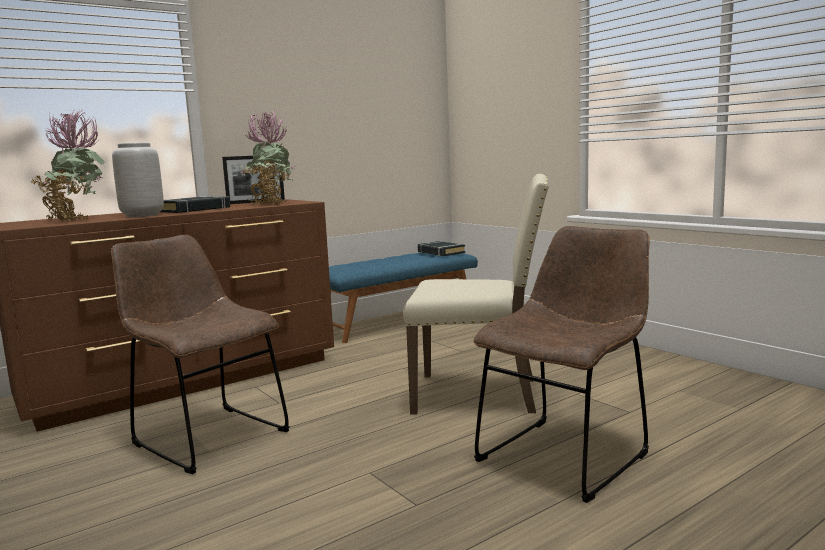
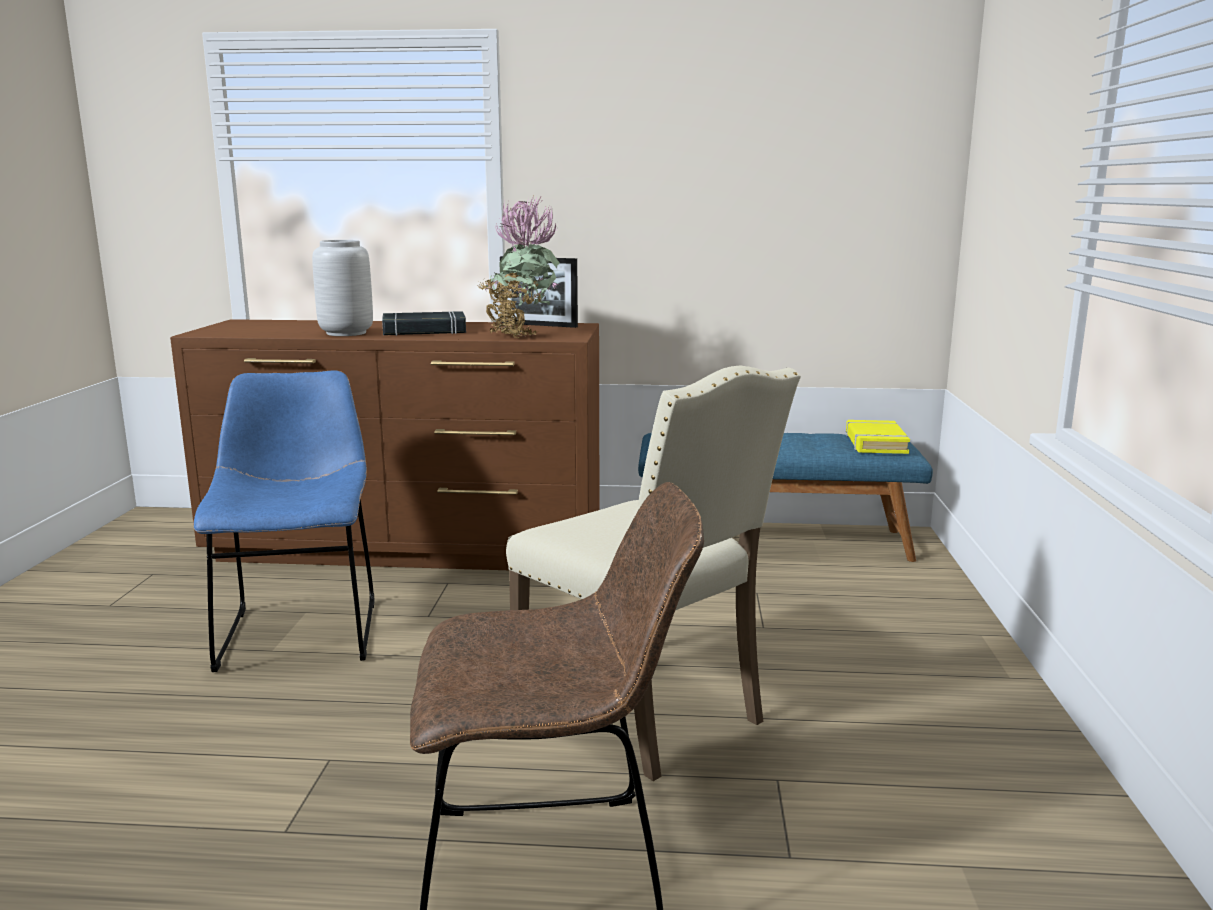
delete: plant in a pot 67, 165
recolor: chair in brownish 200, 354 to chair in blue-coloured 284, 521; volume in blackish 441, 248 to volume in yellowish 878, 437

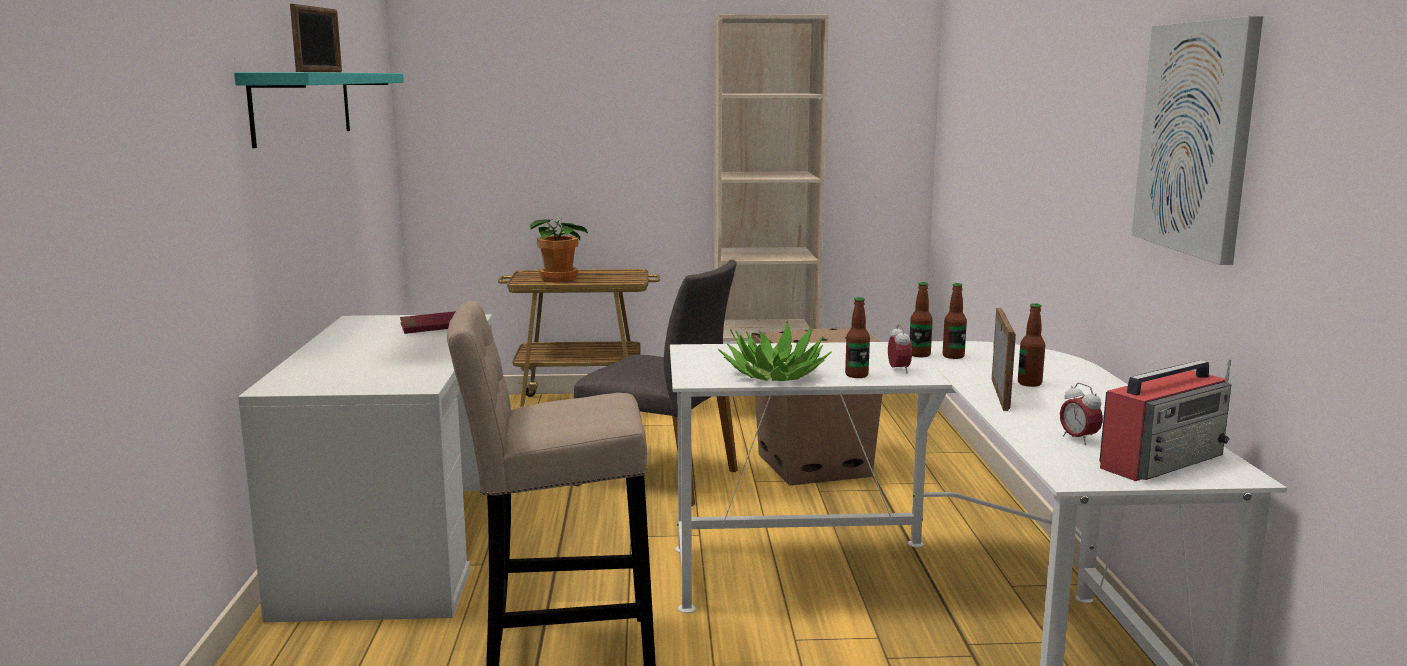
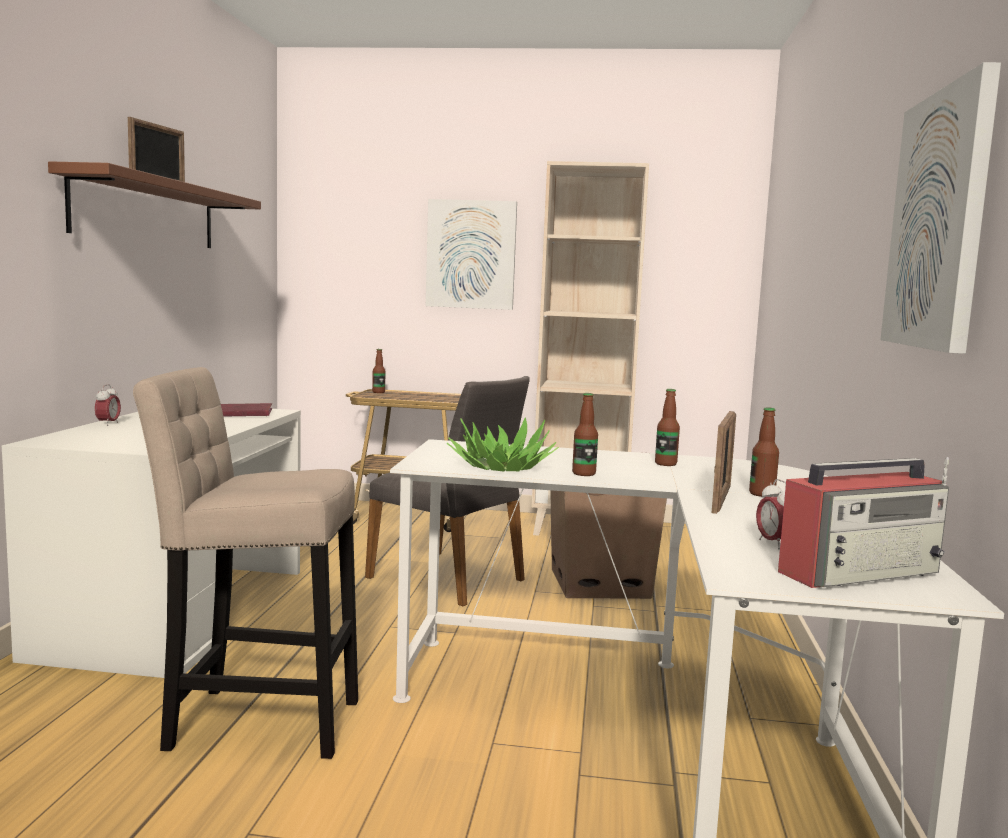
delete: plant in a pot 559, 250
insert: wall picture 471, 254
move: table clock 900, 349 to 108, 405; drink bottle 955, 321 to 378, 371
recolor: wall shelf in blue-green 319, 110 to wall shelf in brownish 154, 204

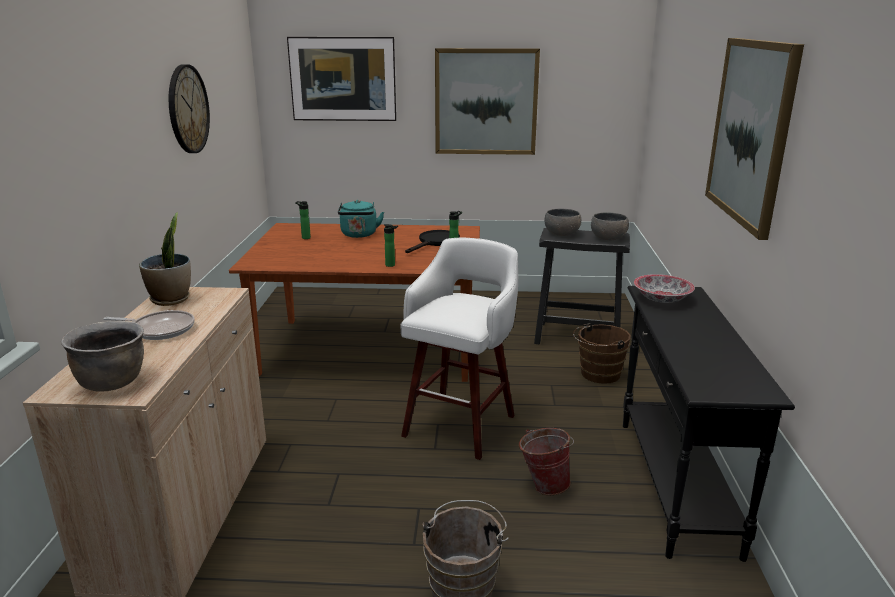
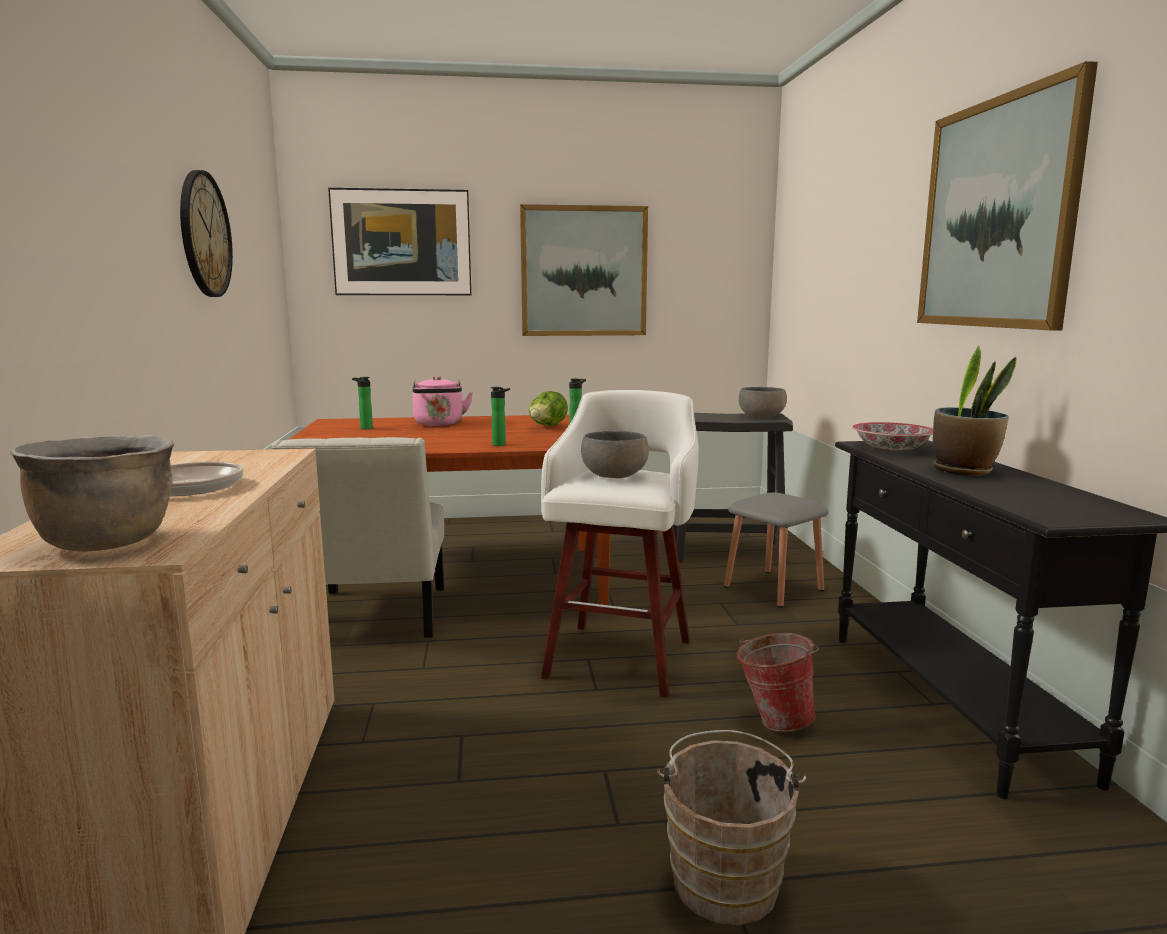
insert: chair in white 357, 537
move: plant in a pot 165, 259 to 975, 411; bowl in greyish 562, 222 to 615, 454
replace: frying pan in blackish 432, 241 to lettuce 548, 408; water bucket in brownish 602, 353 to stool in greyish 776, 550
recolor: tea kettle in blue-green 361, 219 to tea kettle in pink 442, 401

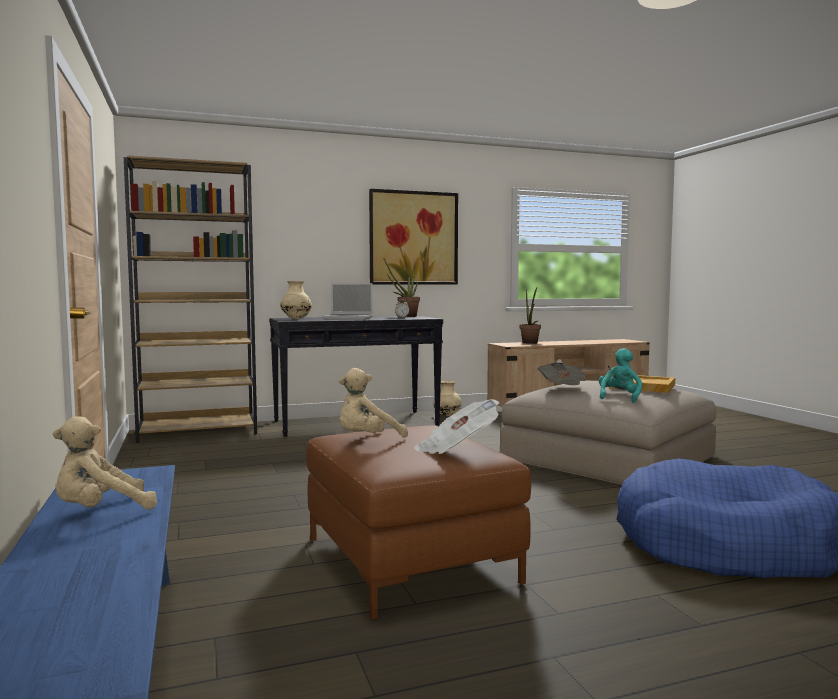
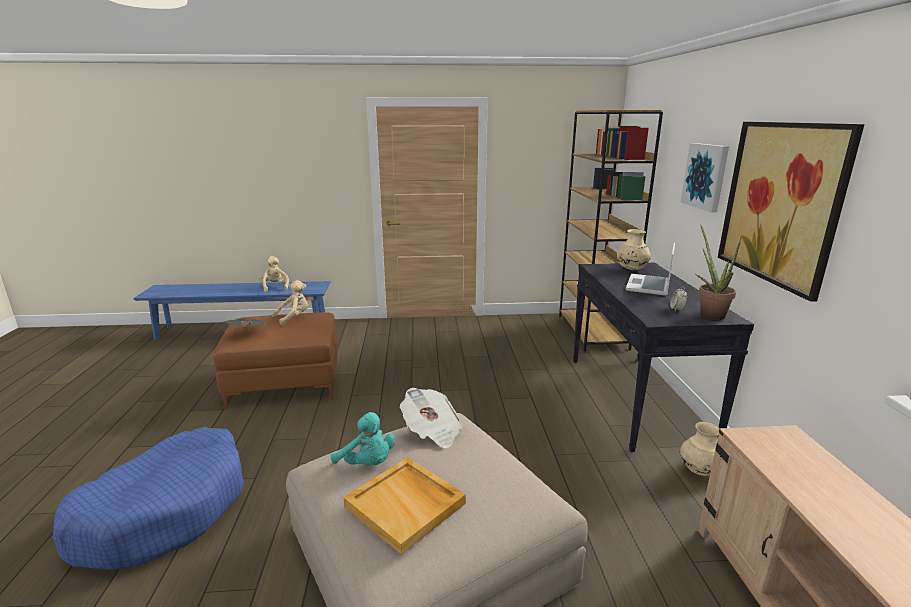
delete: plant in a pot 530, 316
insert: wall picture 705, 178
rotate: soft toy in beige 373, 403 = 290, 303 75 degrees clockwise

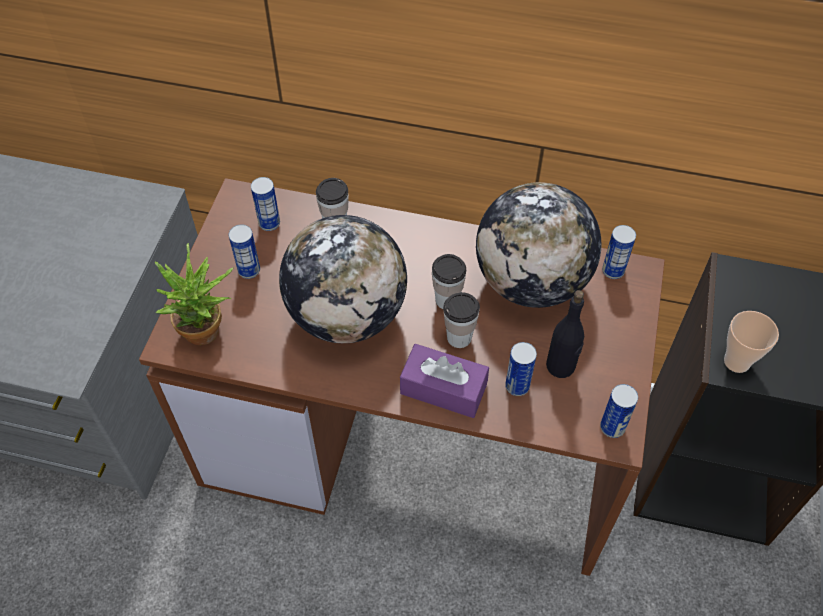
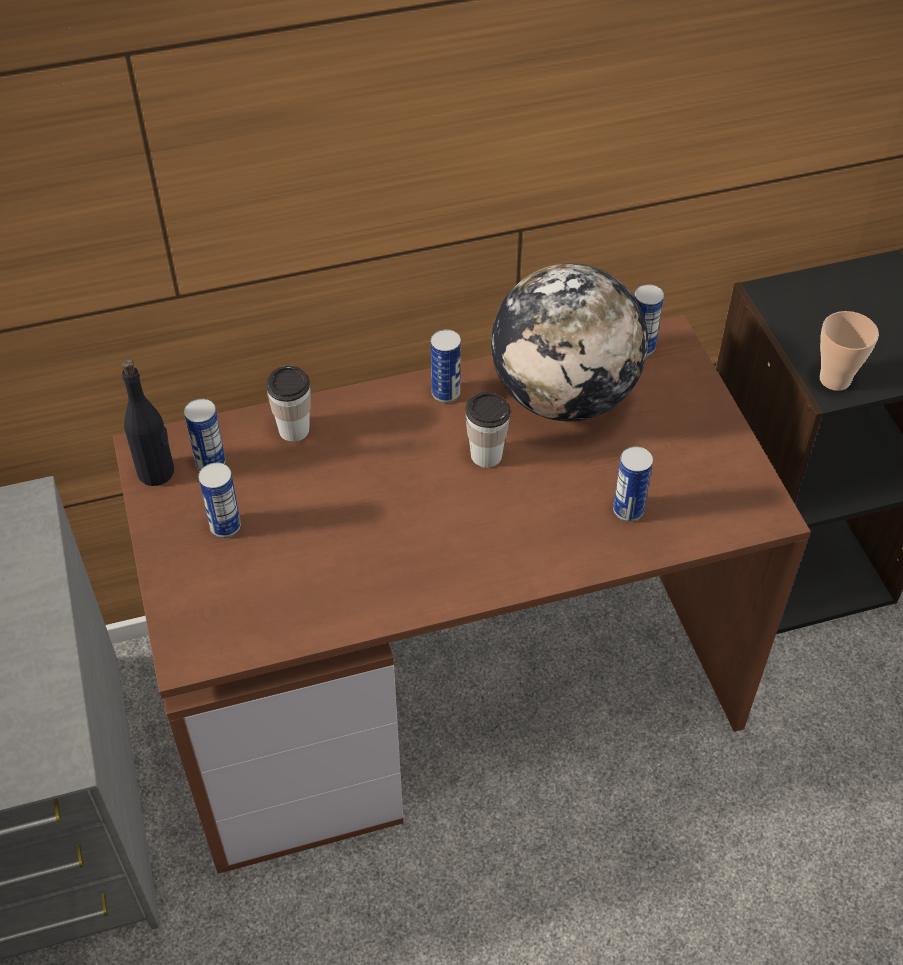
delete: plant in a pot 194, 294; world globe 343, 279; box of tissues in purple-coloured 444, 381; cup 461, 320
move: drink bottle in blackish 565, 334 to 147, 422; sealed can 619, 411 to 446, 366

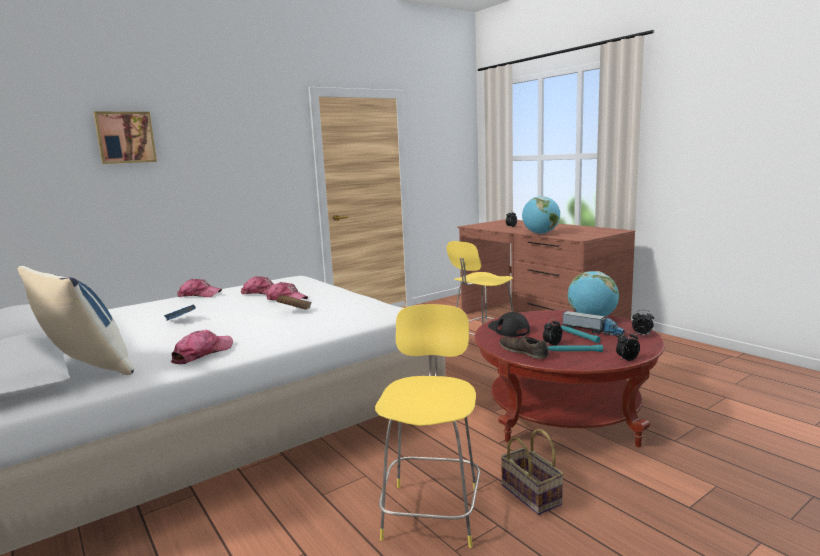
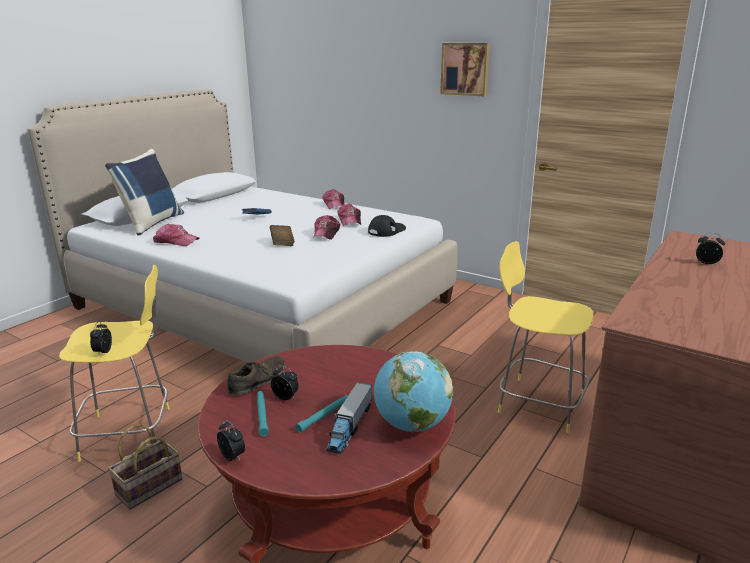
delete: world globe 541, 215
move: wall picture 125, 138 to 465, 69; peaked cap in blackish 509, 324 to 387, 226; table clock 643, 323 to 101, 337

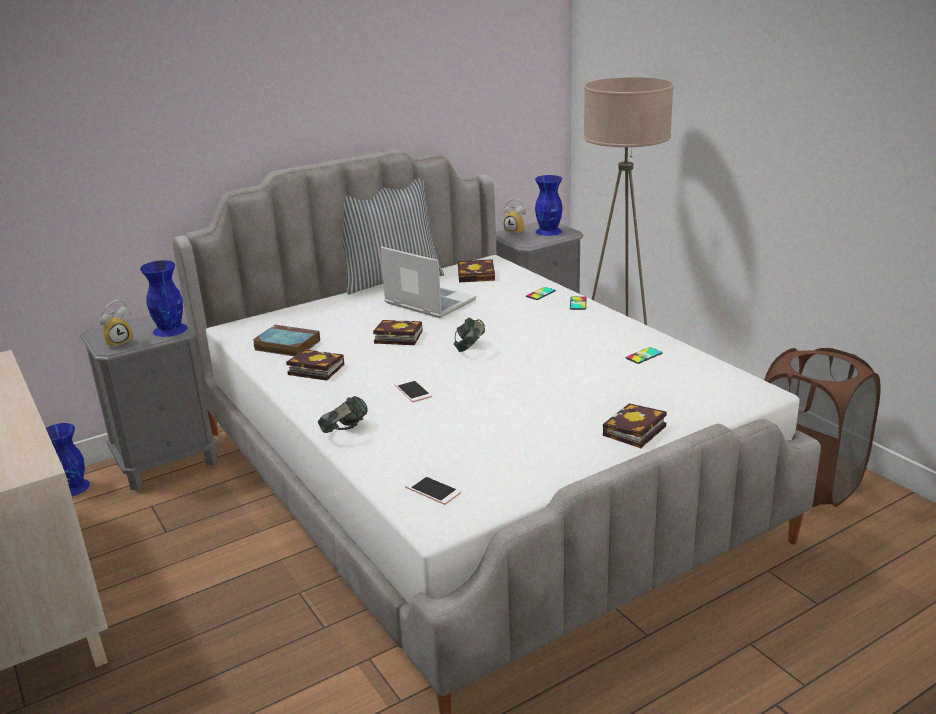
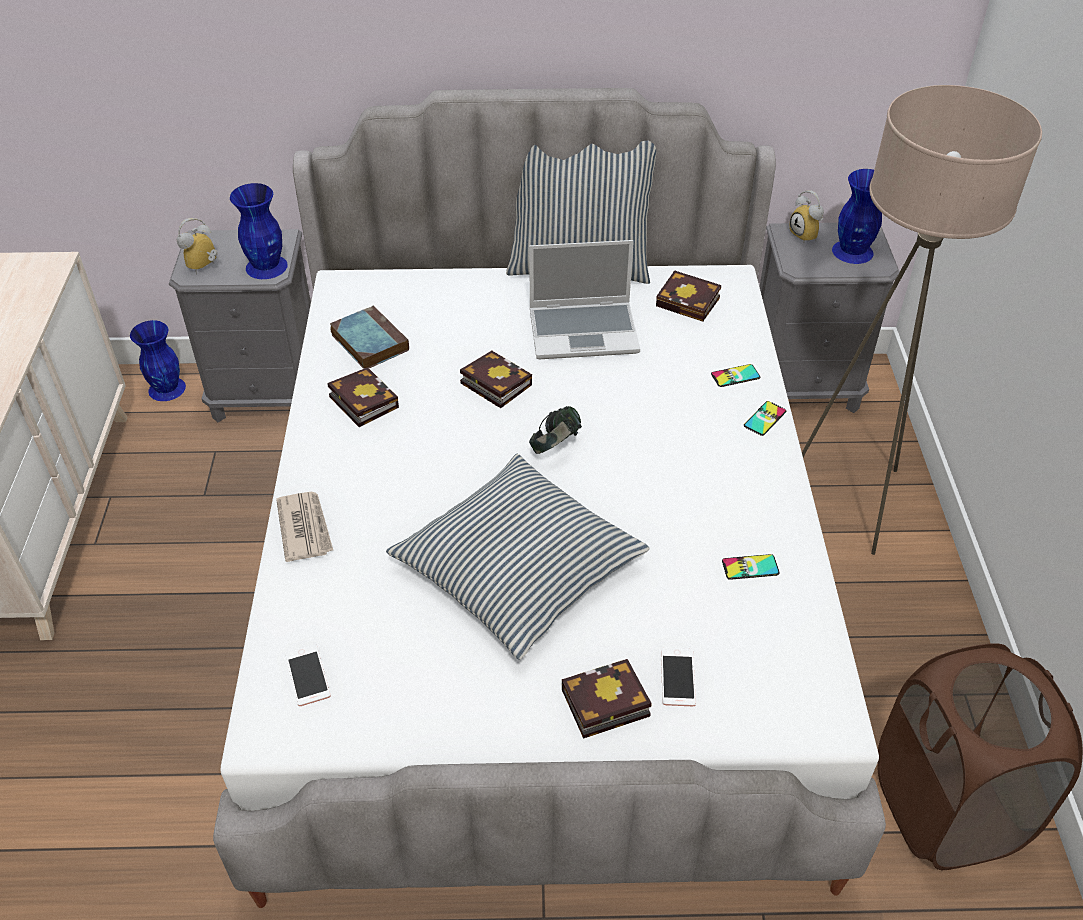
insert: throw pillow 517, 557
move: telephone 413, 390 to 678, 677
replace: headset 343, 414 to newspaper 304, 527
rotate: table clock 116, 324 = 197, 246 135 degrees clockwise; laptop 428, 282 = 584, 299 105 degrees clockwise

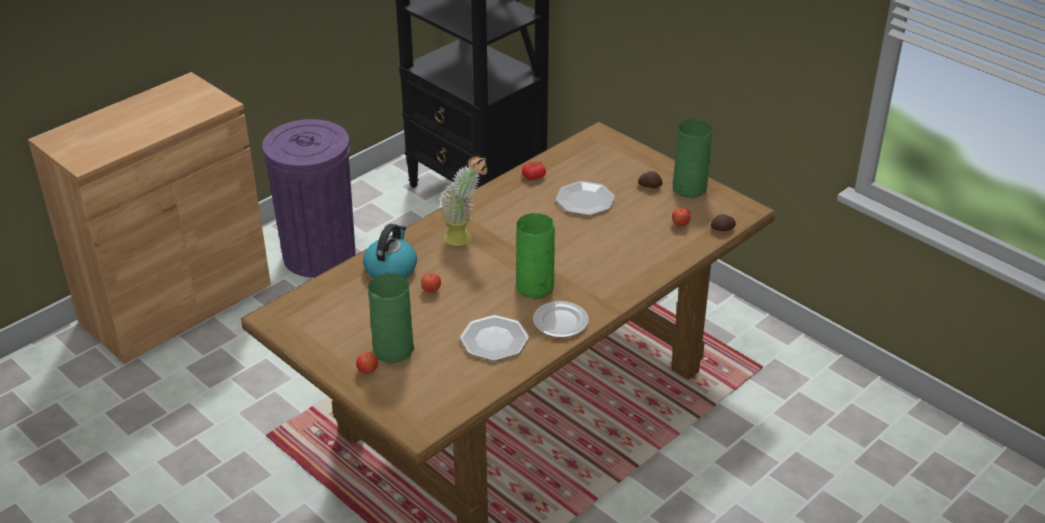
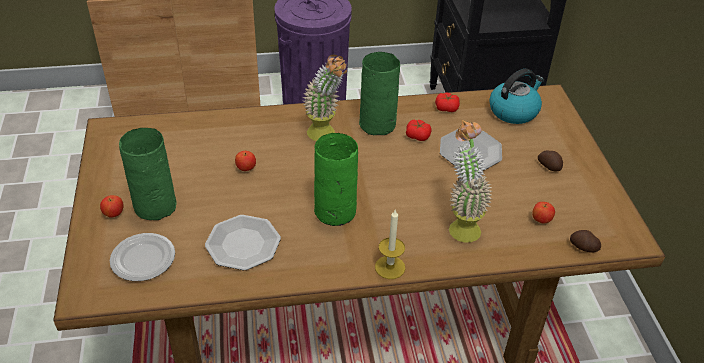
insert: wax candle 390, 244; whole tomato 418, 130; plant in a pot 470, 181
move: tea kettle 390, 251 to 516, 96; dinner plate 561, 319 to 142, 257; flower vase in greenish 693, 158 to 379, 93

